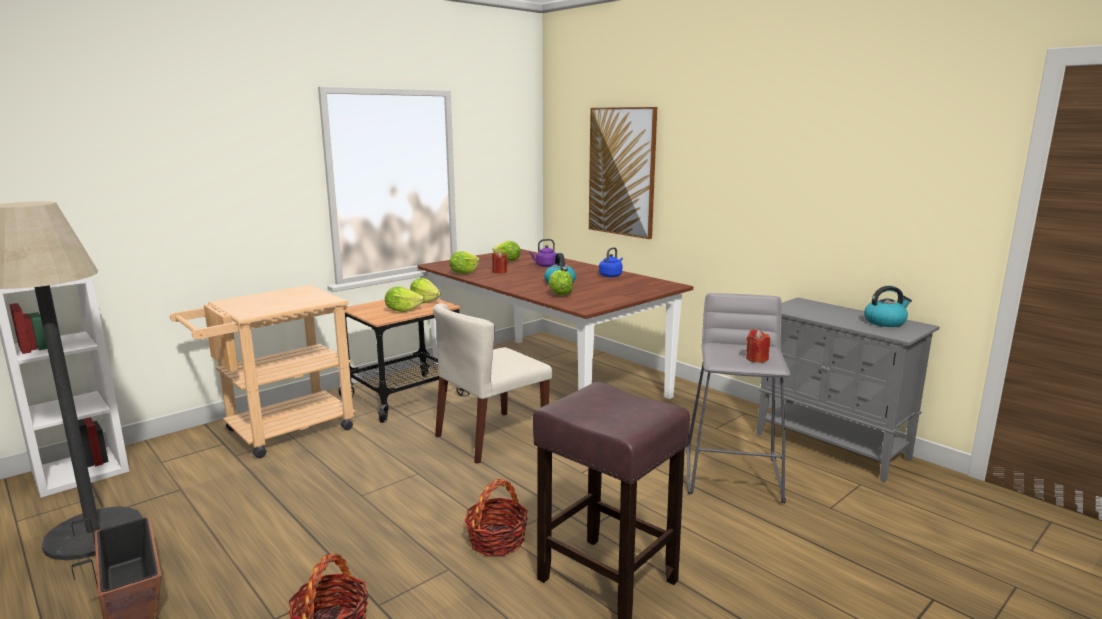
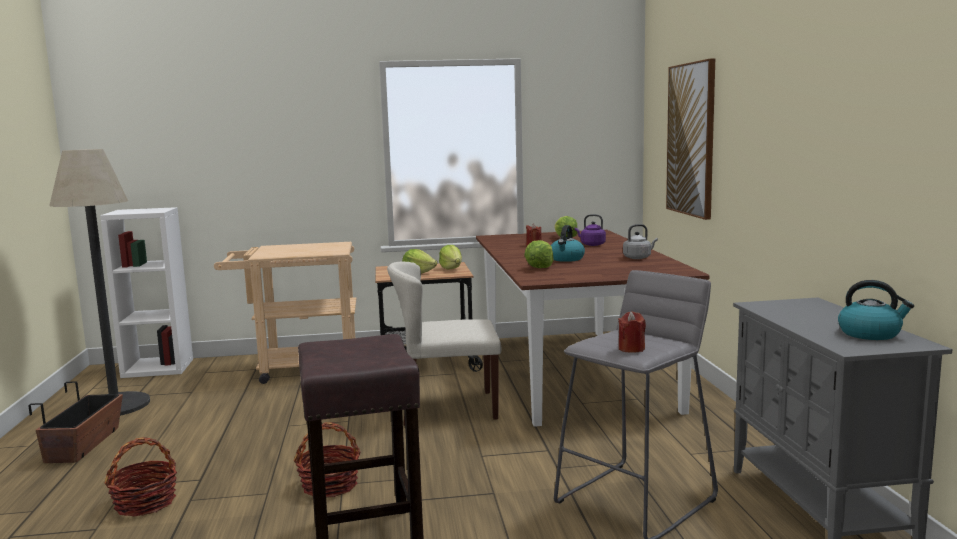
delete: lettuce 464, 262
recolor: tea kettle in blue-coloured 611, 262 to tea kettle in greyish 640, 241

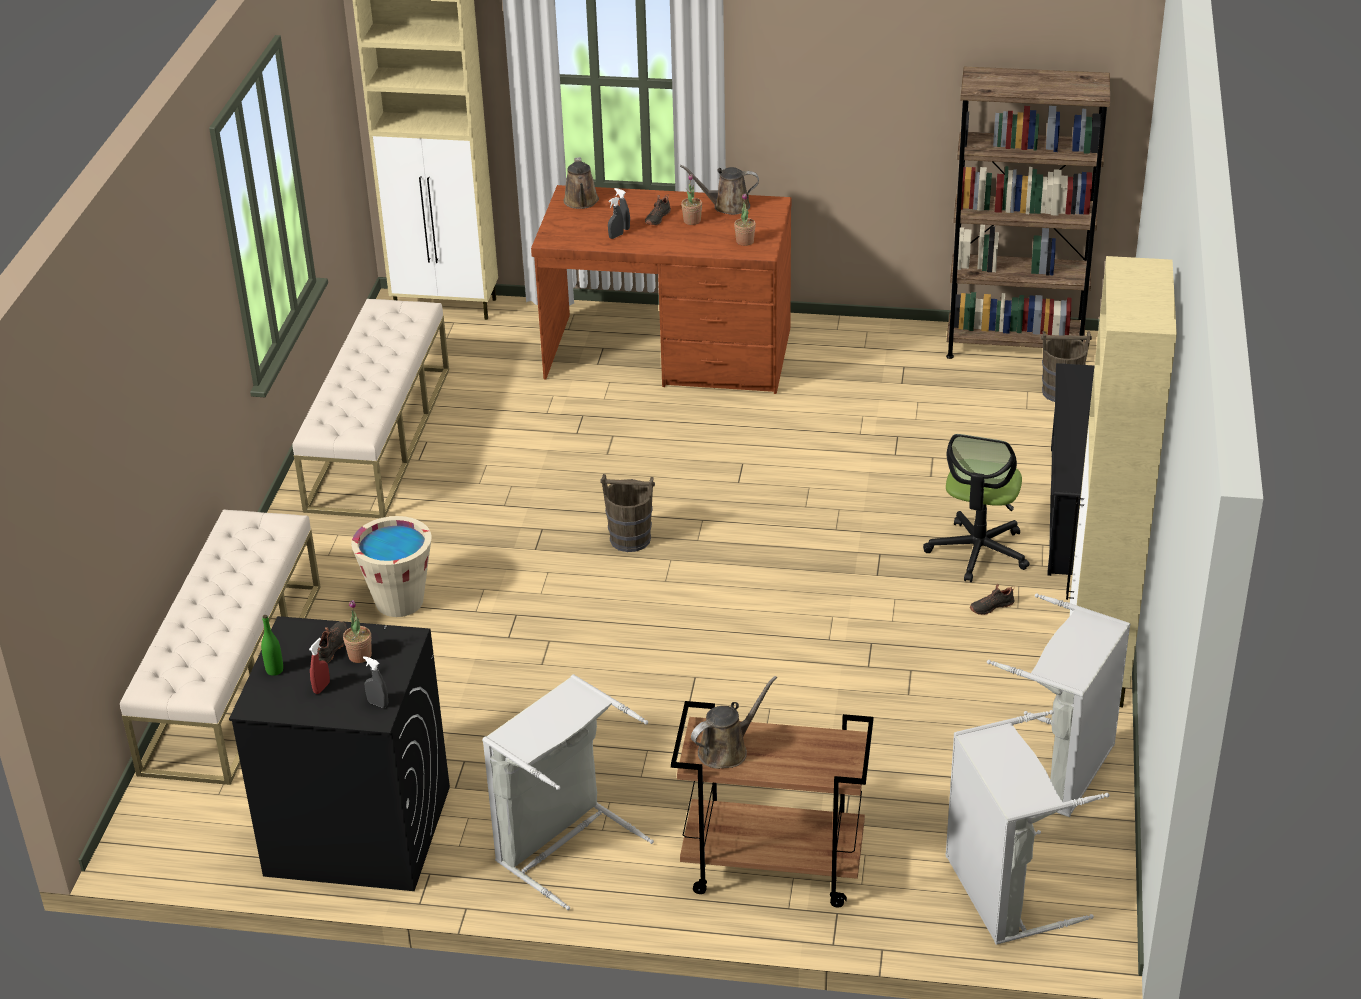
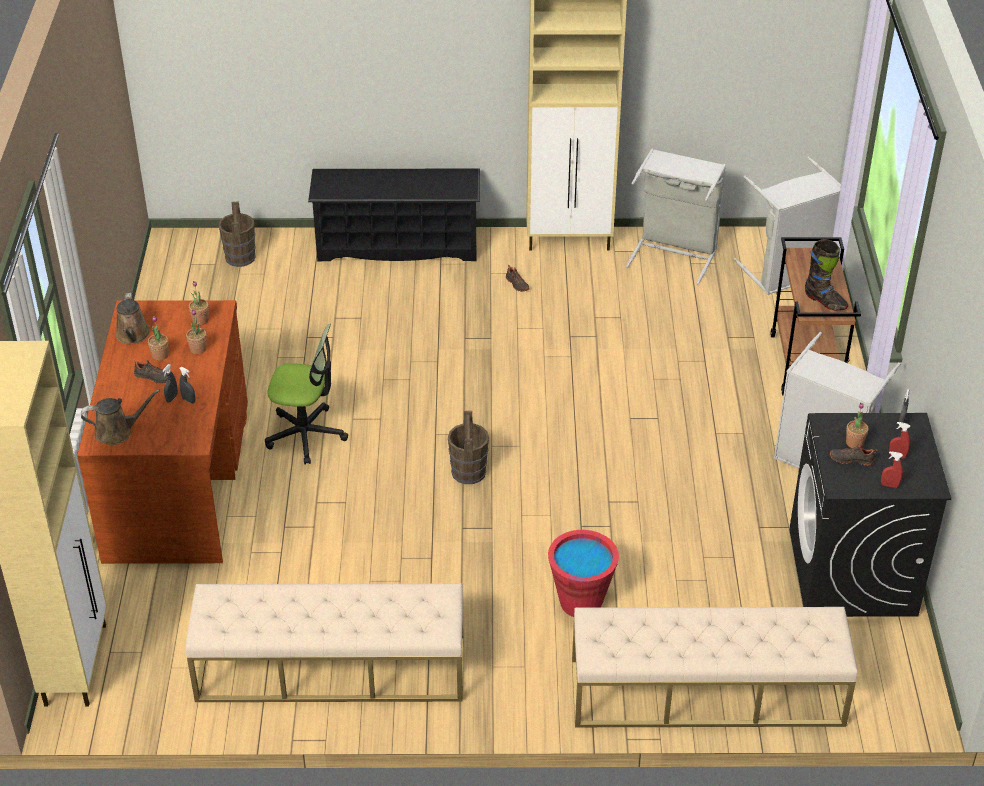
delete: bookcase in brownish 1028, 213
insert: plant in a pot 196, 332
move: computer chair 976, 508 to 306, 394
replace: drink bottle in greenish 272, 645 to hand sprayer in red-coloured 892, 470; sprinkling can in brownish 734, 722 to high-top boot in blackish 826, 275
recolor: water bucket in beige 391, 566 to water bucket in red-coloured 583, 573

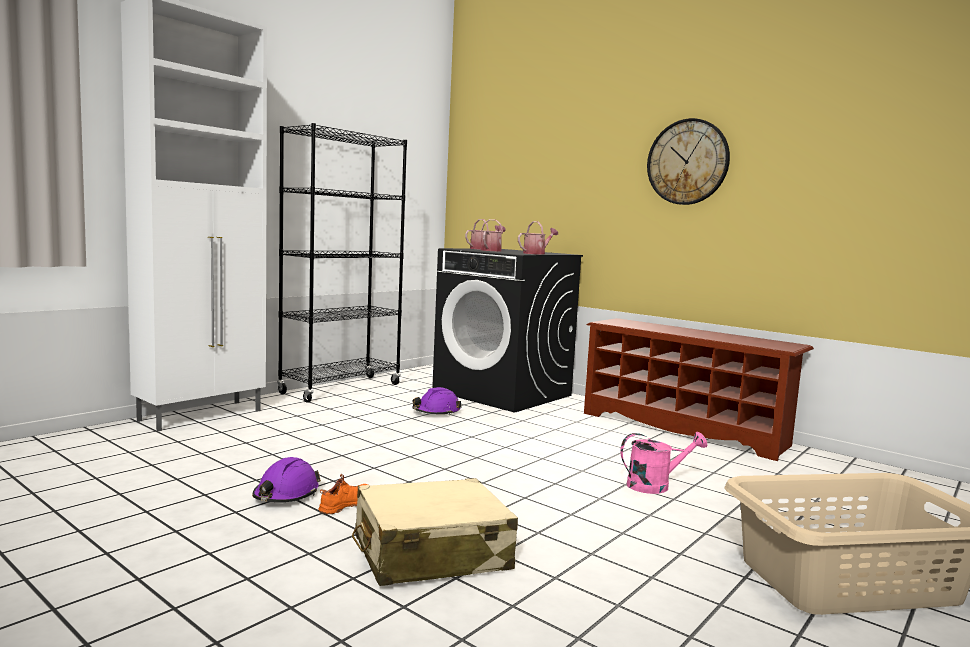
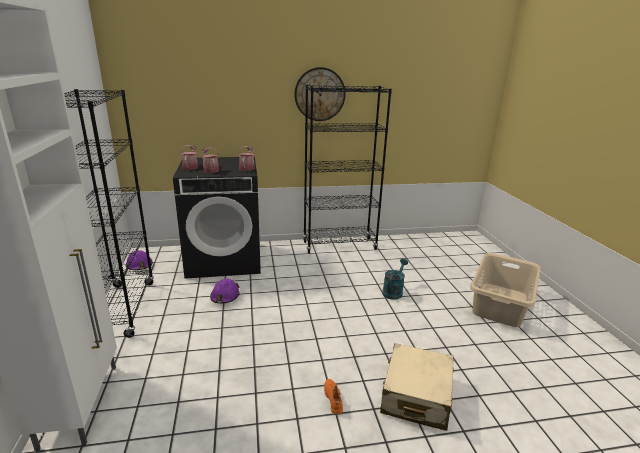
move: safety helmet in purple-coloured 286, 479 to 139, 260
replace: shoe shelf in brownish 699, 389 to bookcase in blackish 347, 169
recolor: sprinkling can in pink 664, 463 to sprinkling can in blue-green 395, 279

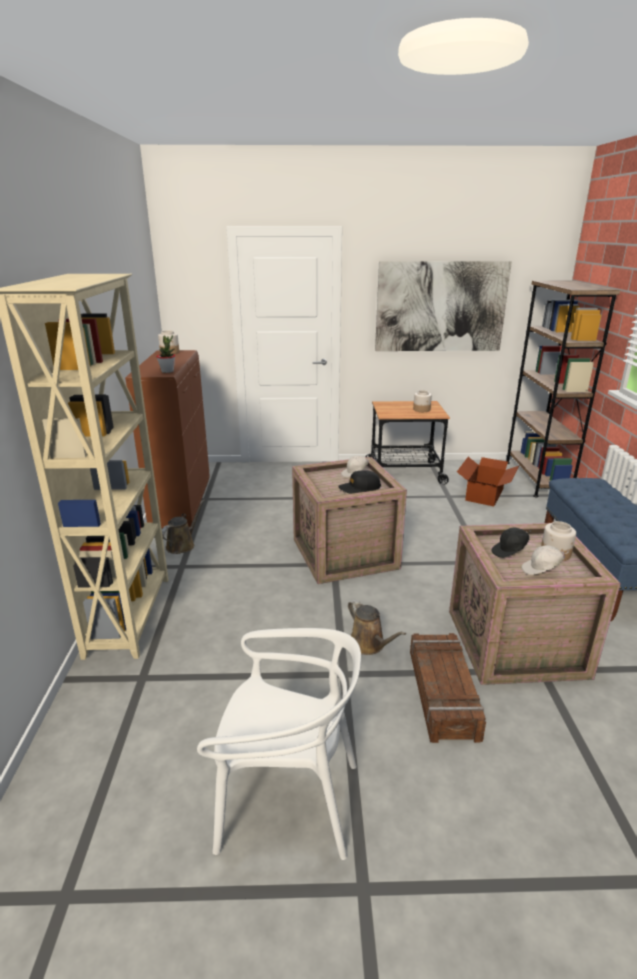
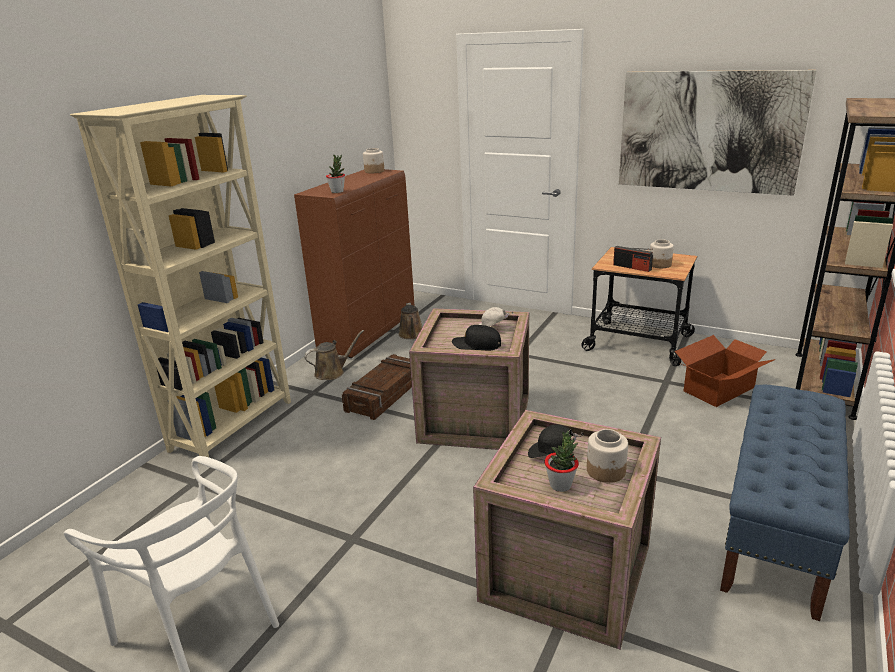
insert: radio receiver 633, 259
move: sprinkling can in brownish 377, 627 to 410, 321; crate 448, 688 to 377, 387
replace: peaked cap in white 545, 560 to plant in a pot 561, 461

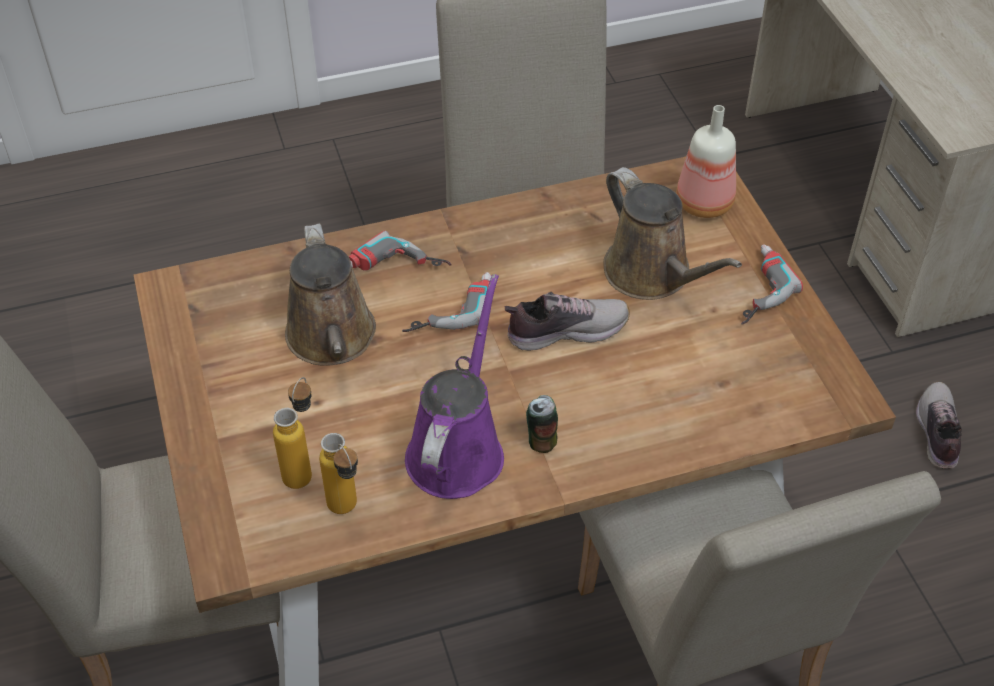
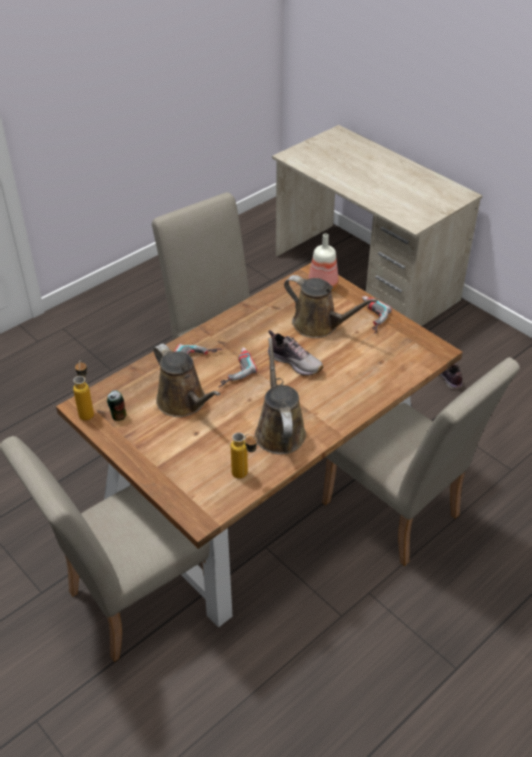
move: drink bottle 292, 433 to 83, 390; sealed can 542, 424 to 116, 405
recolor: sprinkling can in purple-coloured 454, 386 to sprinkling can in brownish 280, 396
rotate: item of footwear 567, 321 = 296, 353 75 degrees clockwise

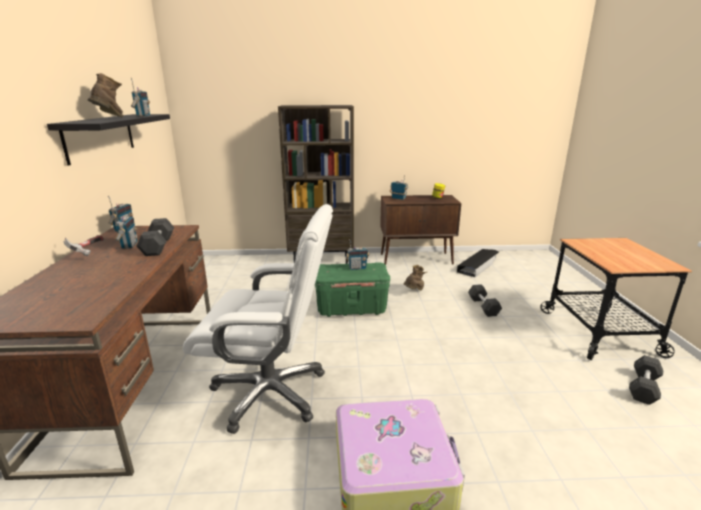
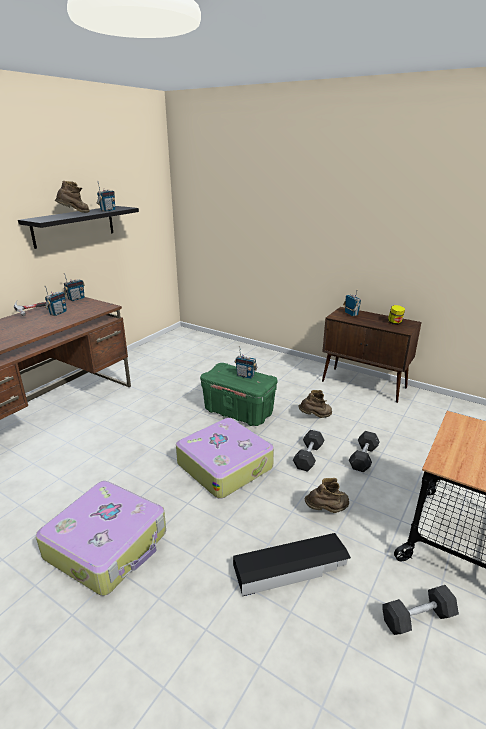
delete: computer chair in white 258, 319; bookcase in brownish 316, 184
insert: piece of luggage 225, 458; high-top boot in brownish 327, 495
move: hand weight in greyish 155, 237 to 308, 451; storage bin in blackish 478, 263 to 292, 564

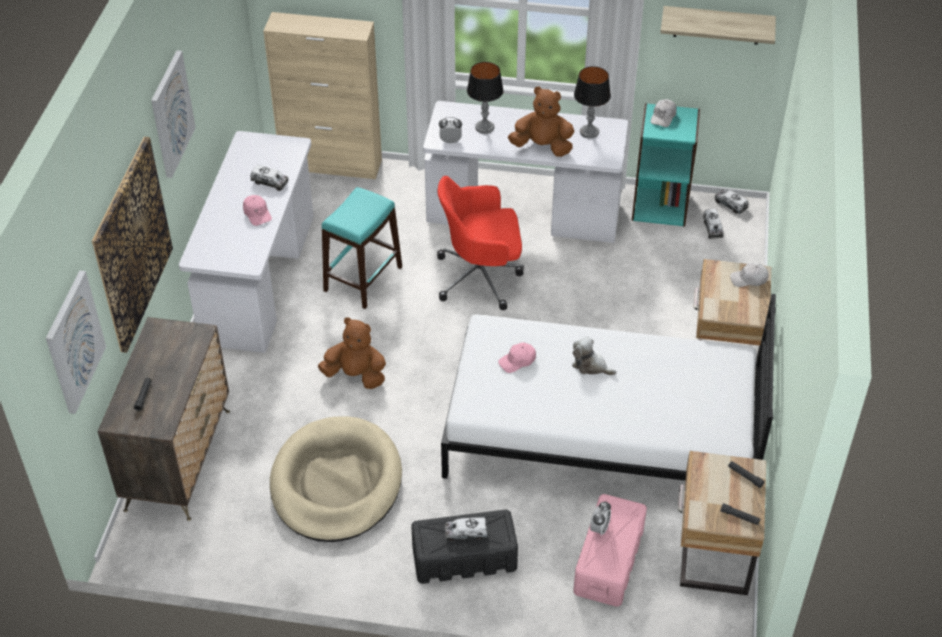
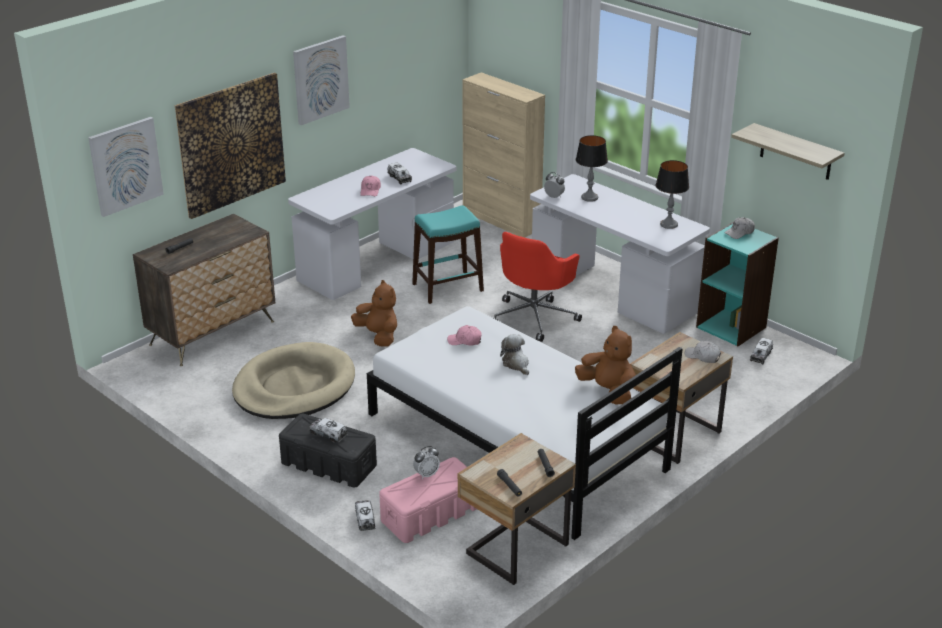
move: soft toy in brownish 541, 122 to 605, 365; toy lorry 731, 202 to 365, 515
rotate: computer chair in red-coloured 480, 243 = 538, 287 90 degrees counterclockwise

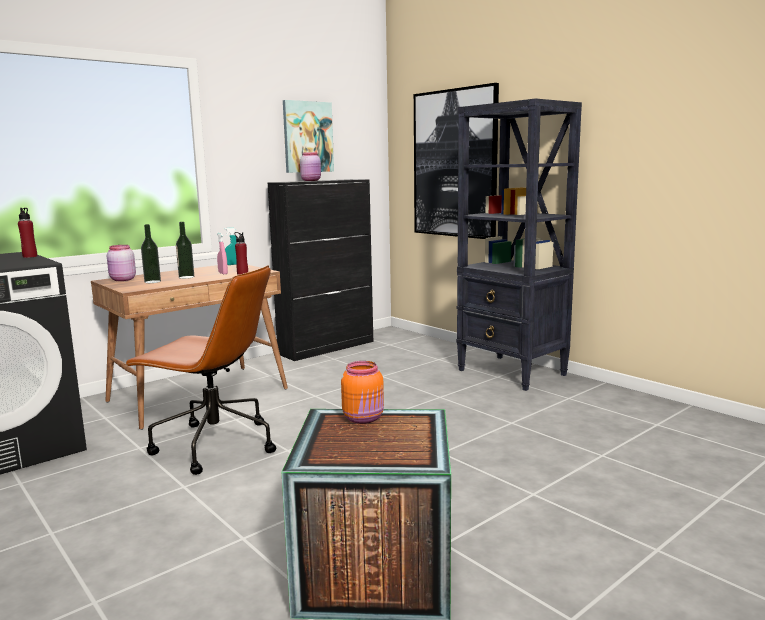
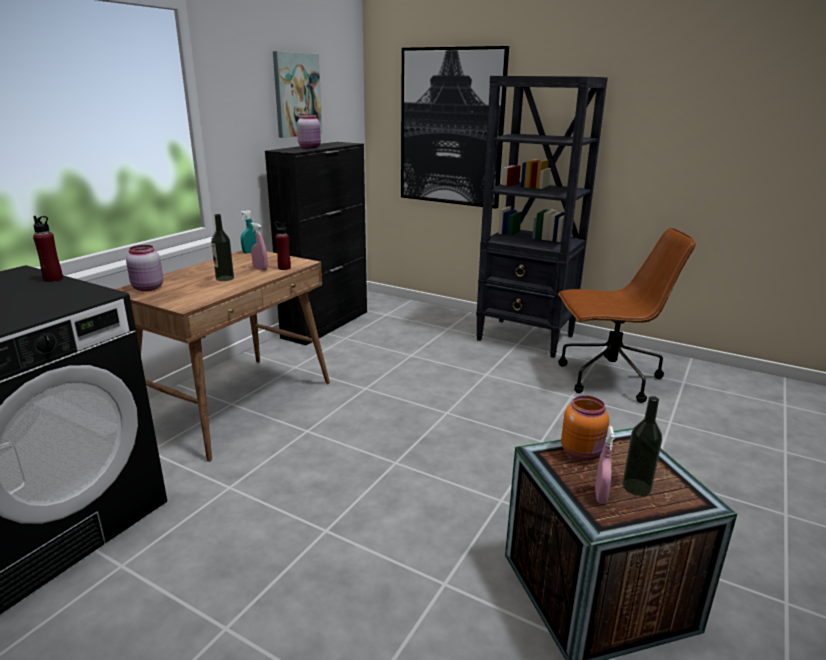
insert: hand sprayer in pink 605, 465
move: computer chair in brownish 200, 370 to 627, 315; drink bottle 151, 253 to 642, 446

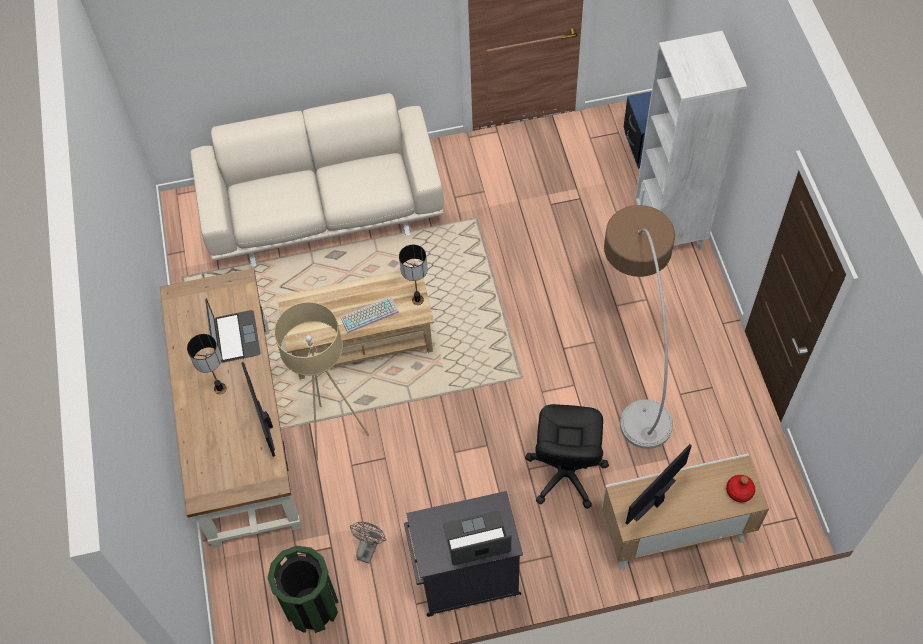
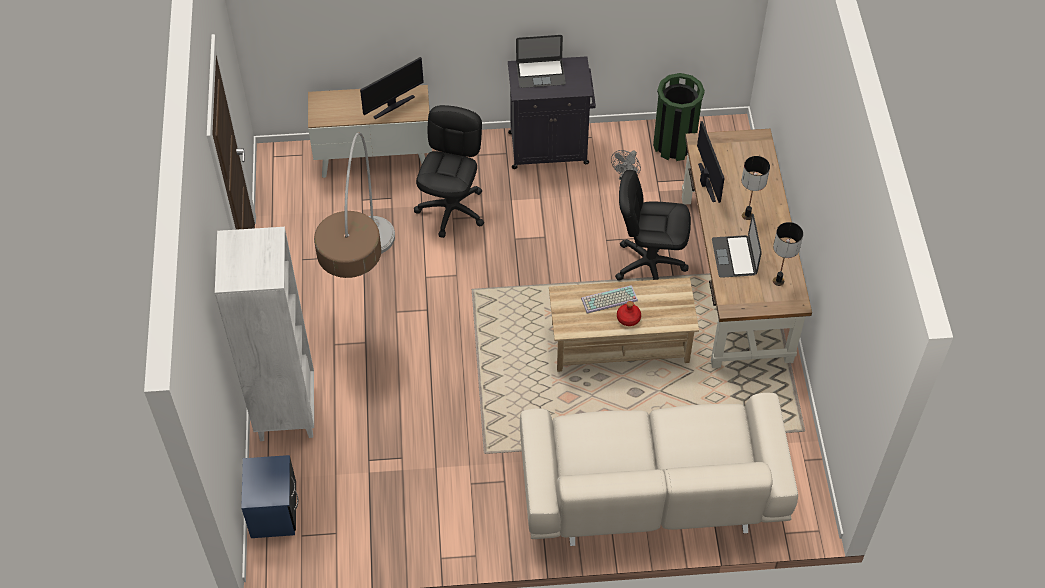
move: lamp for a table 413, 274 to 788, 254; drink bottle in red-coloured 740, 488 to 629, 313
replace: standard lamp in beige 321, 381 to computer chair in blackish 653, 225

